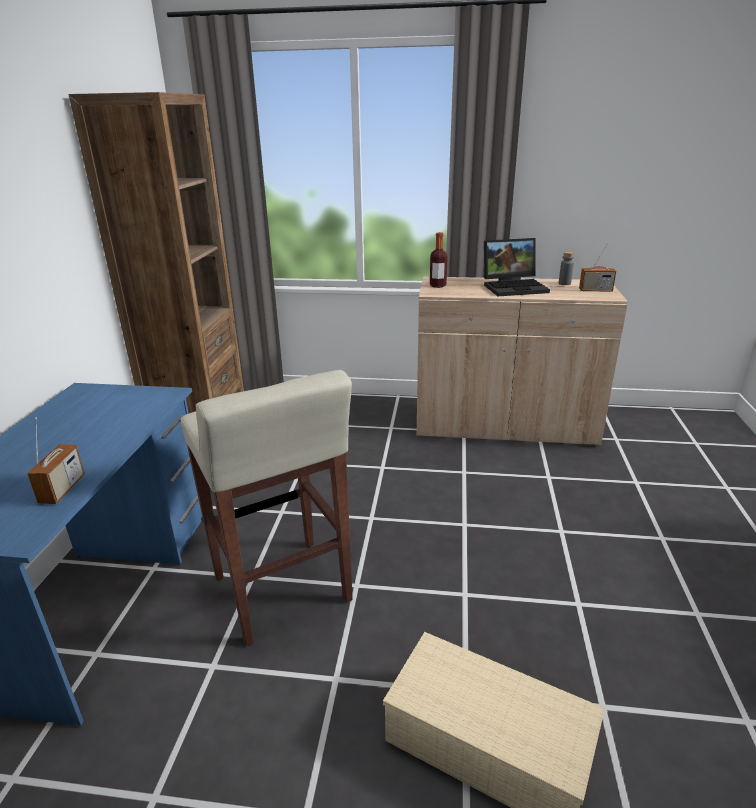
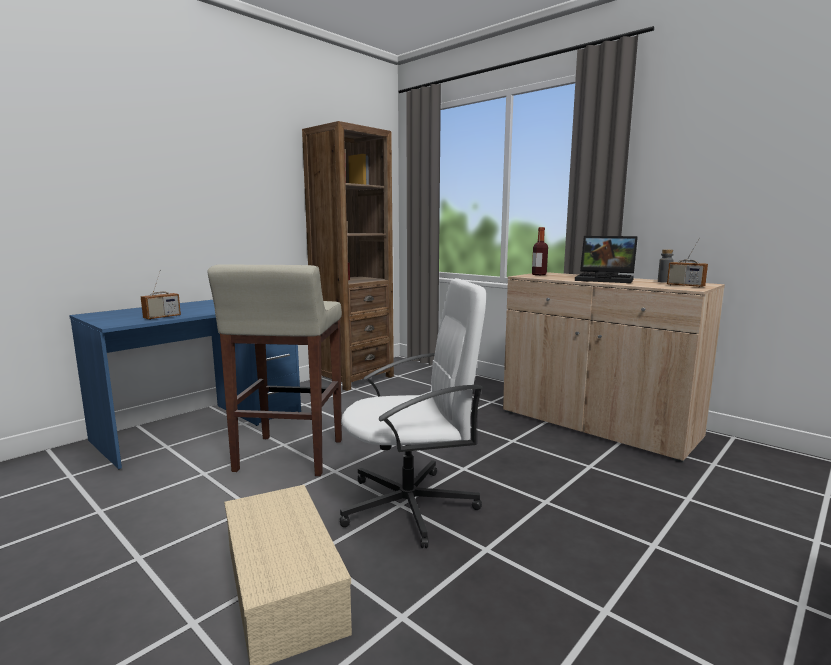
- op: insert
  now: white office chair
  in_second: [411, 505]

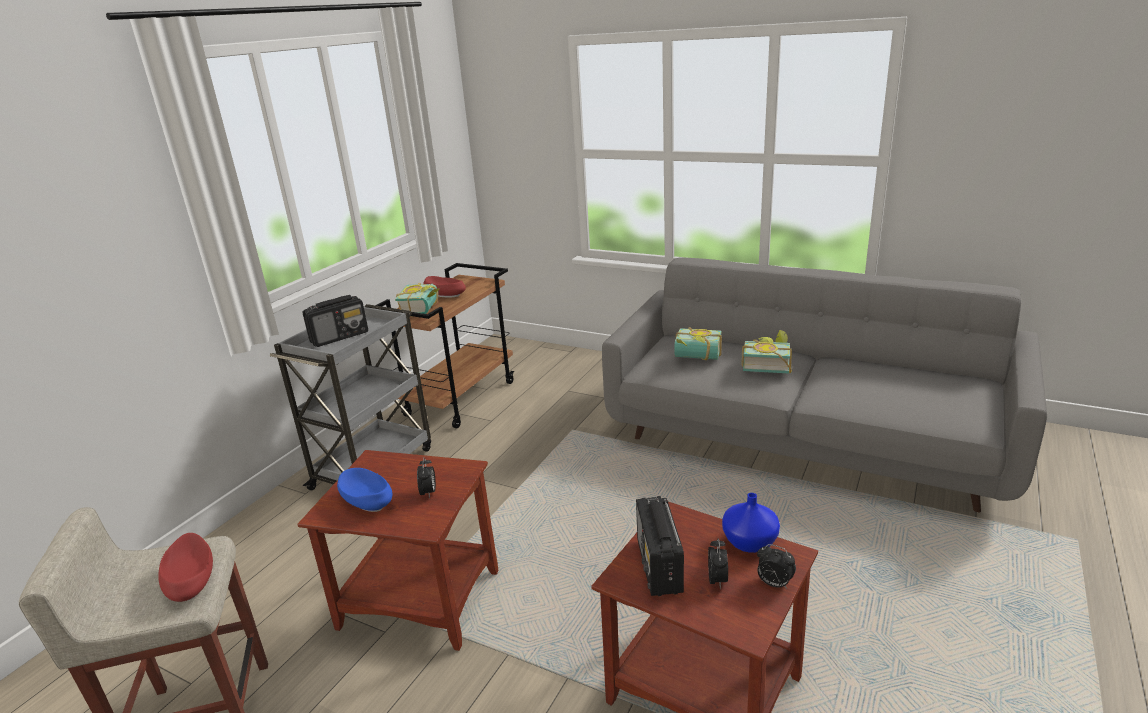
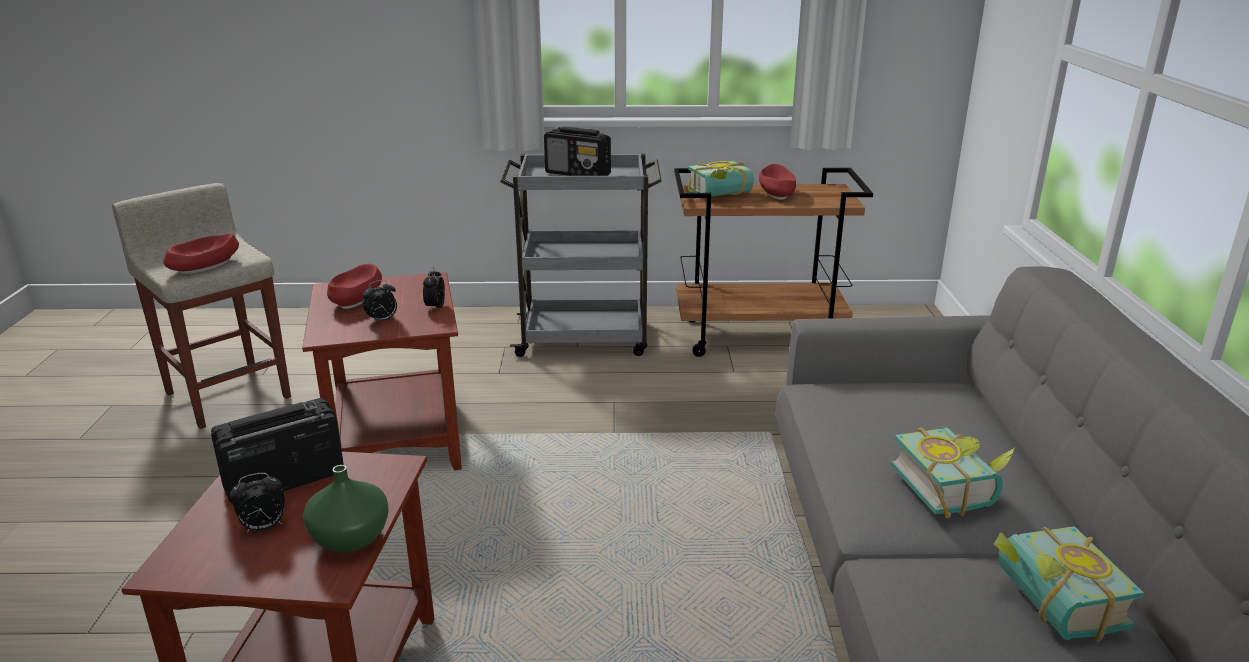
- op: move
  was: book
  in_first: [697, 357]
  in_second: [1048, 605]
- op: move
  was: alarm clock
  in_first: [774, 583]
  in_second: [435, 307]
- op: recolor
  was: blue bowl
  now: red bowl
  in_first: [367, 501]
  in_second: [357, 299]
- op: recolor
  was: blue vase
  now: green vase
  in_first: [748, 542]
  in_second: [349, 538]

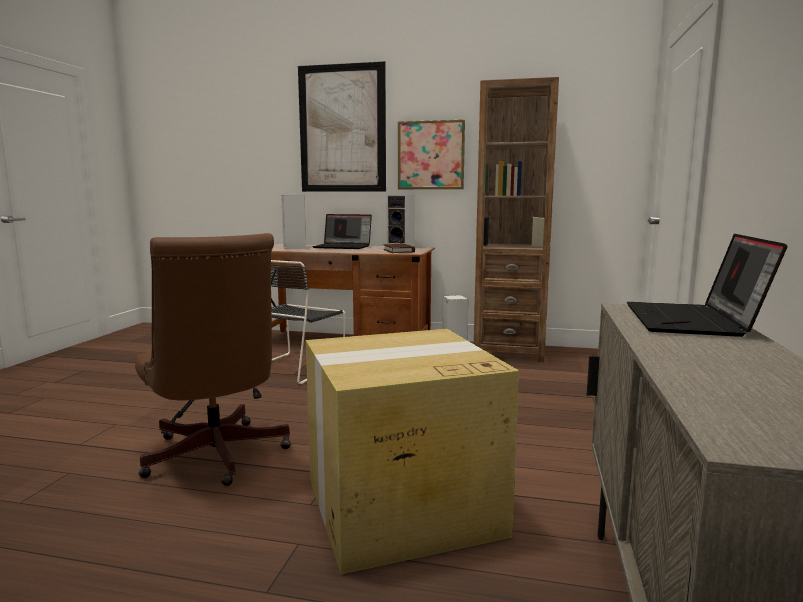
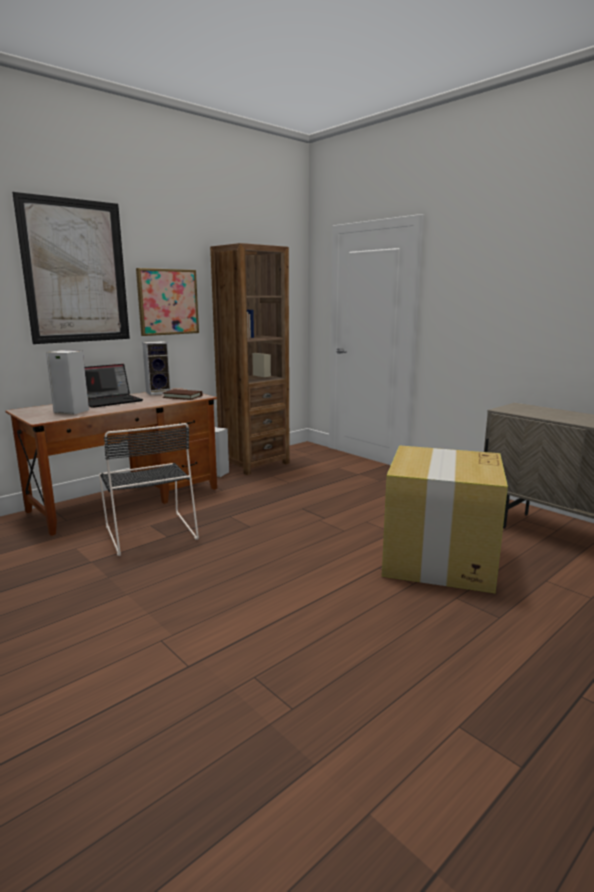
- op: delete
  was: brown office chair
  in_first: [216, 458]
- op: delete
  was: laptop
  in_first: [693, 321]

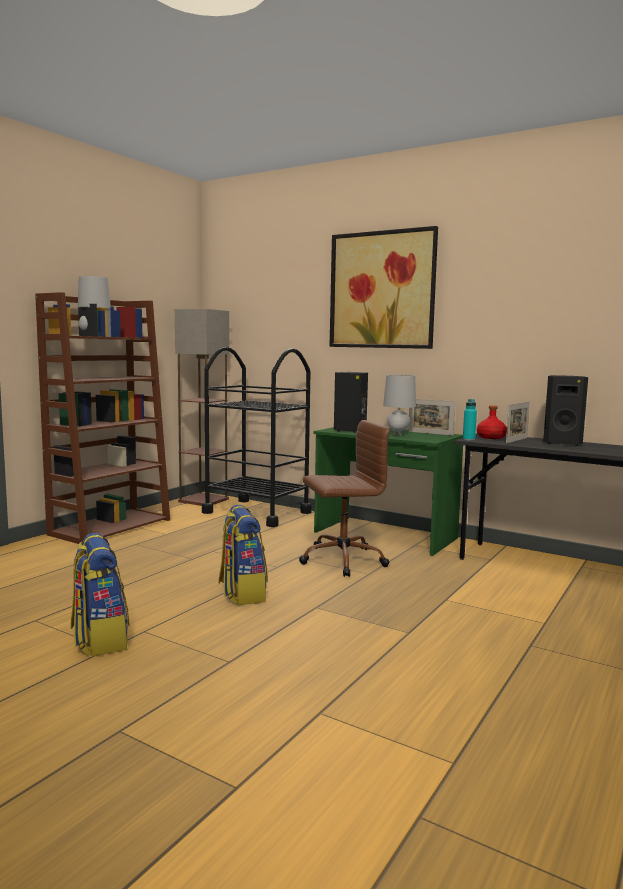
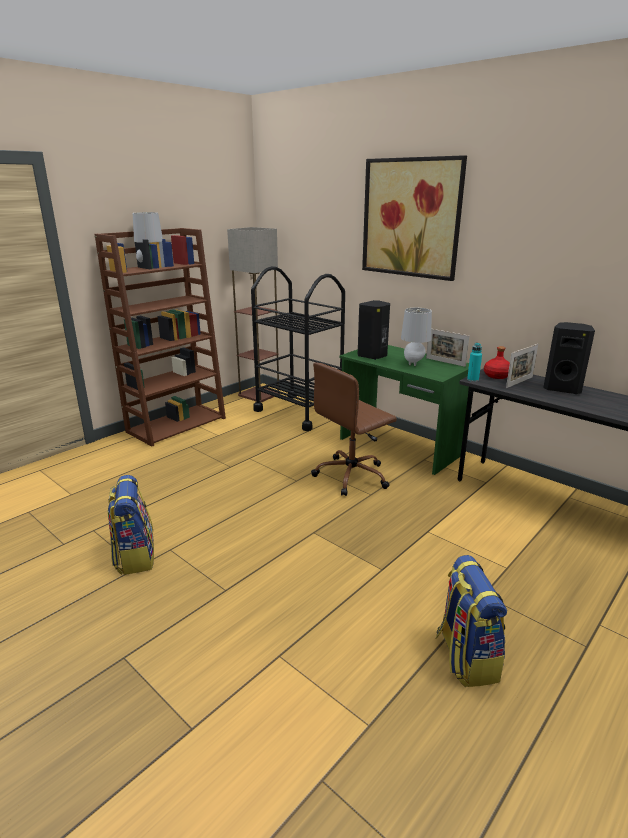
- op: move
  was: backpack
  in_first: [242, 593]
  in_second: [465, 657]
- op: rotate
  was: brown office chair
  in_first: [341, 560]
  in_second: [352, 476]
  clockwise: 150

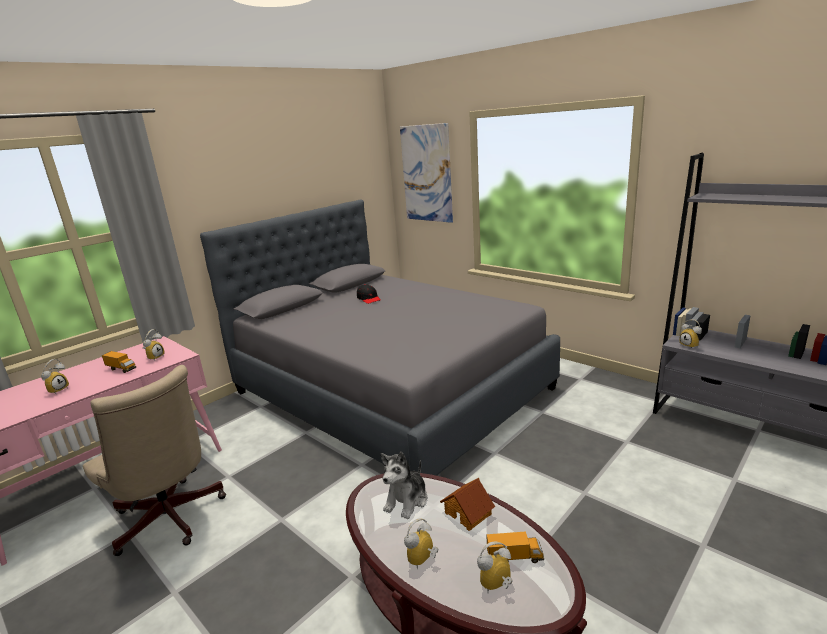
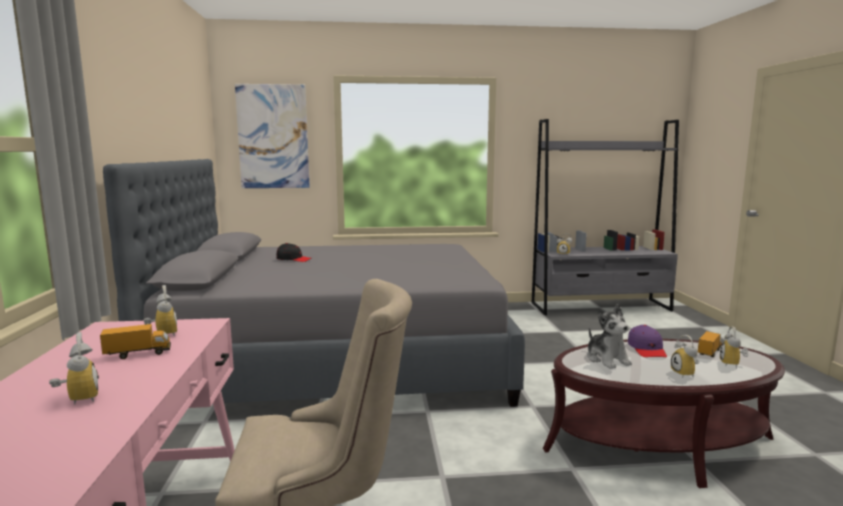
- op: replace
  was: toy house
  now: purple cap
  in_first: [468, 513]
  in_second: [647, 349]

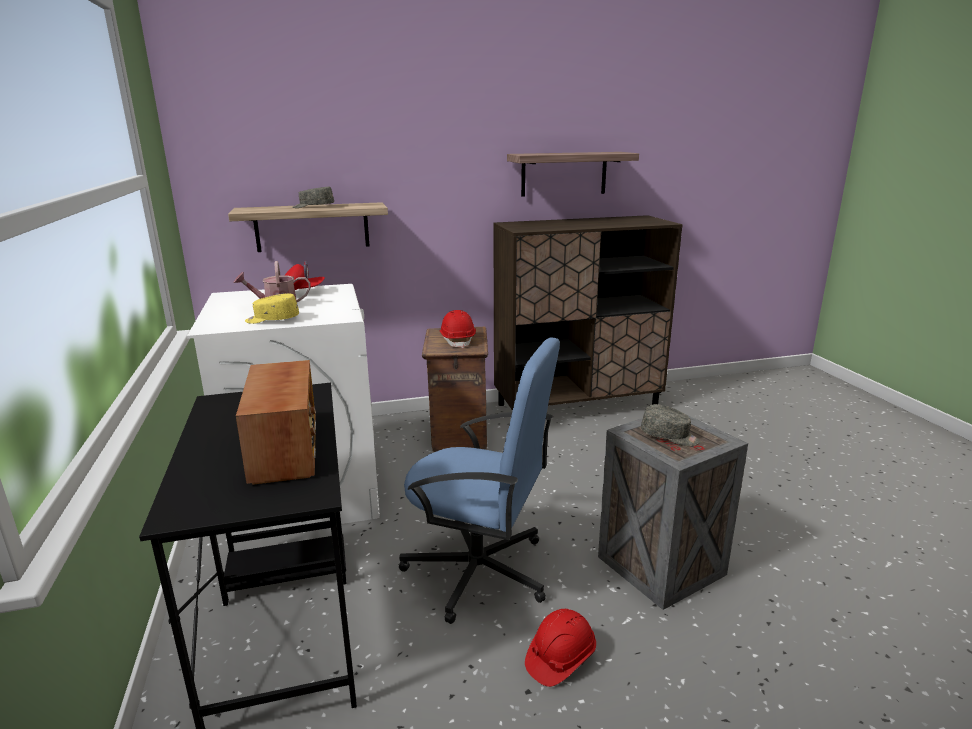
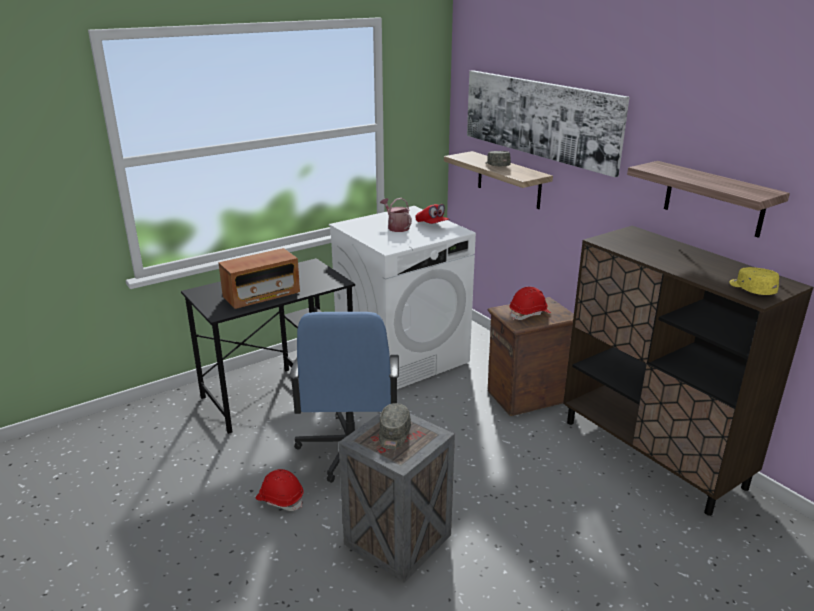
- op: insert
  now: picture
  in_second: [539, 118]
- op: move
  was: yellow cap
  in_first: [272, 320]
  in_second: [751, 289]

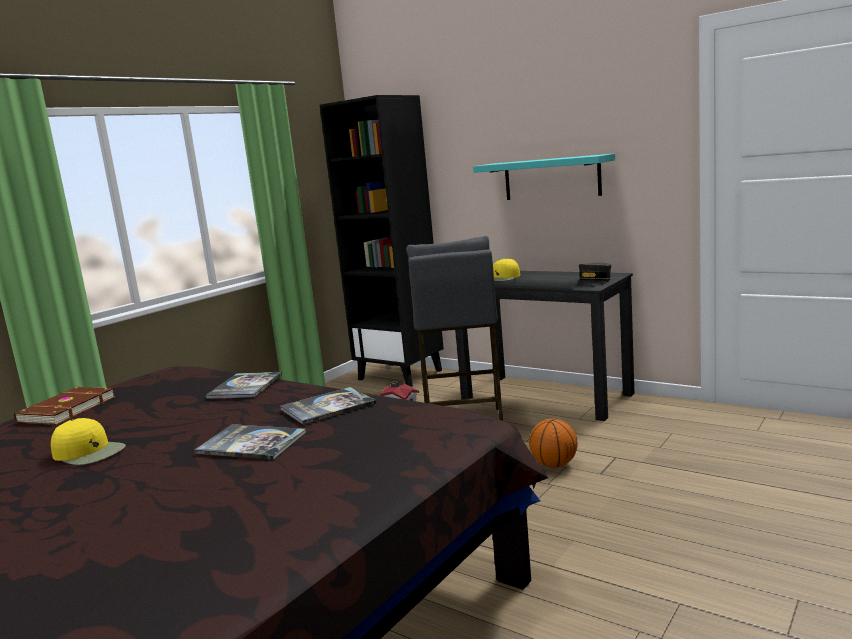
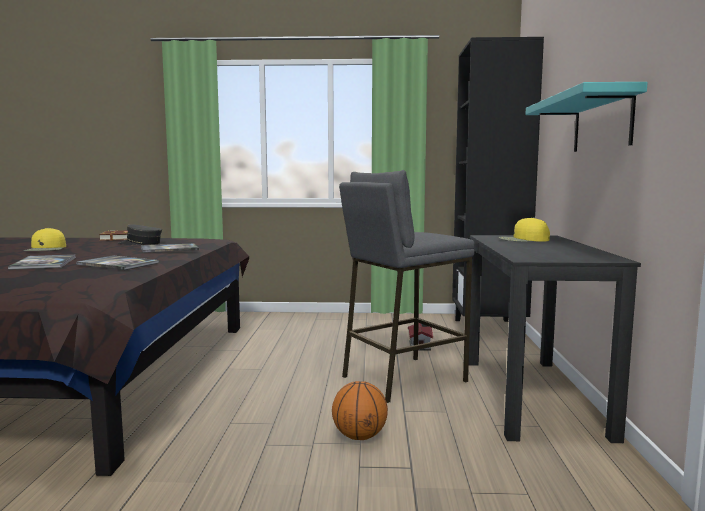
- op: move
  was: grey cap
  in_first: [593, 282]
  in_second: [141, 243]

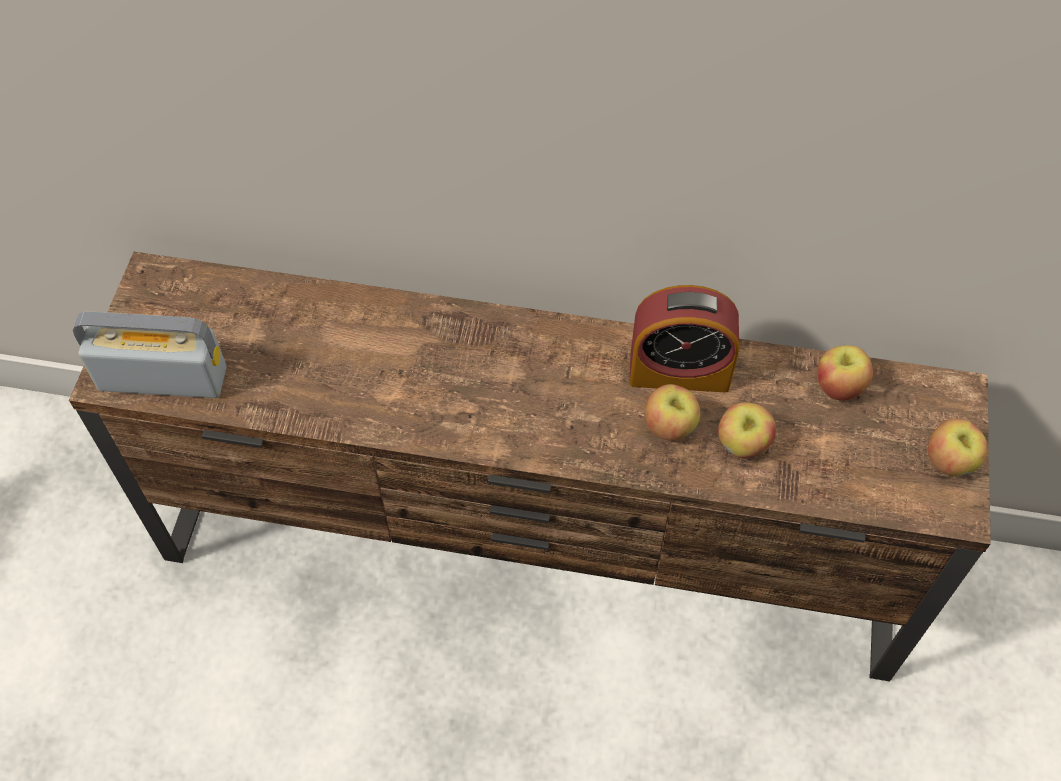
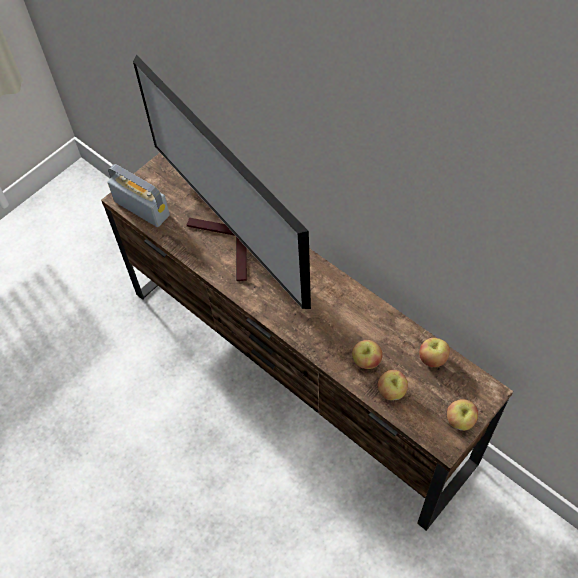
- op: delete
  was: alarm clock
  in_first: [679, 371]
- op: insert
  now: television
  in_second: [231, 243]
- op: move
  was: apple
  in_first: [670, 426]
  in_second: [391, 391]

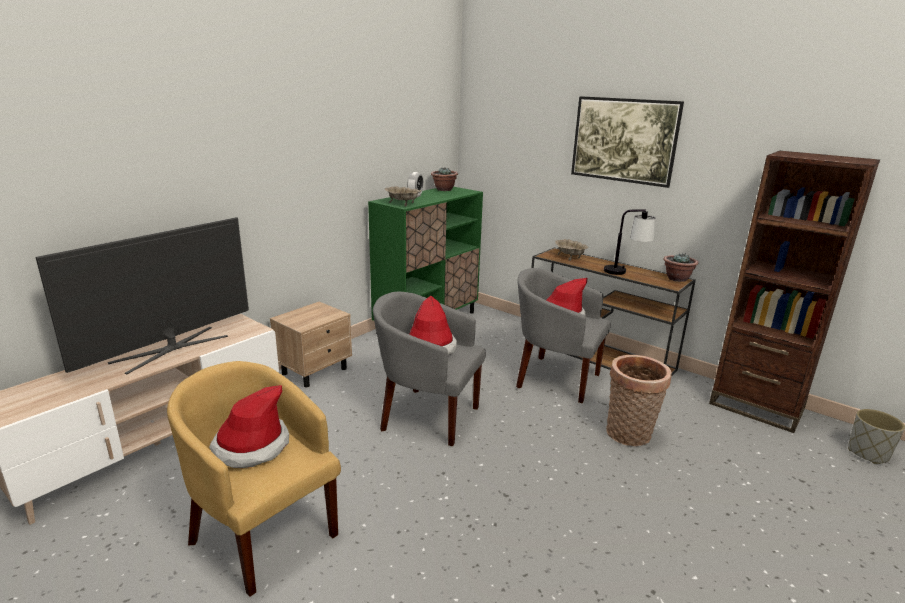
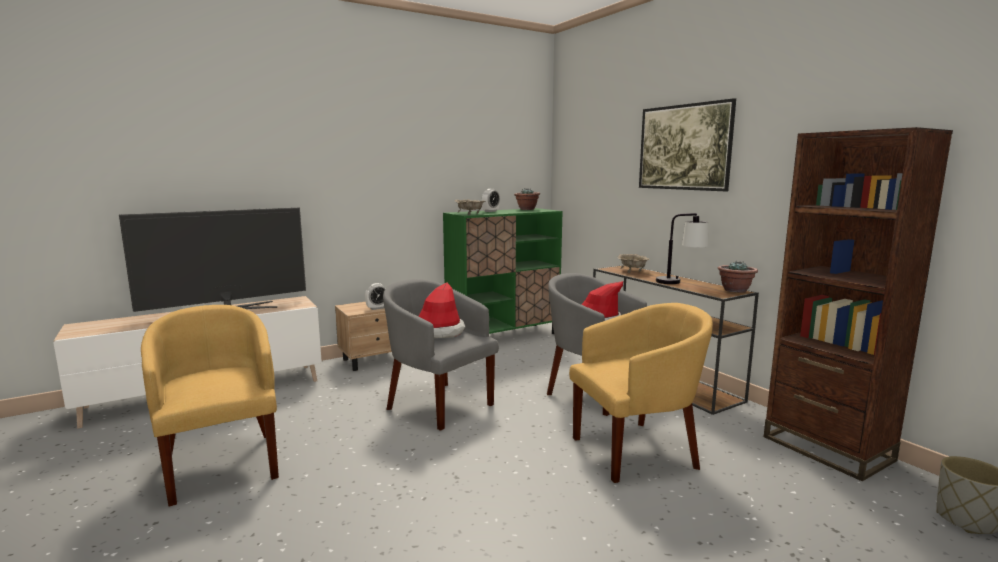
- op: delete
  was: hat
  in_first: [251, 446]
- op: insert
  now: alarm clock
  in_second: [377, 308]
- op: replace
  was: basket
  now: yellow armchair
  in_first: [629, 435]
  in_second: [637, 450]

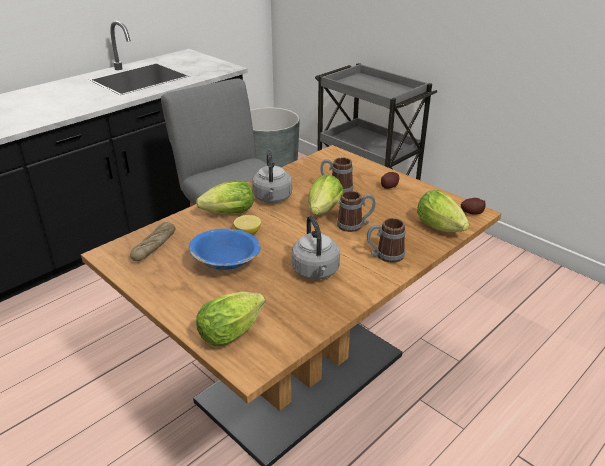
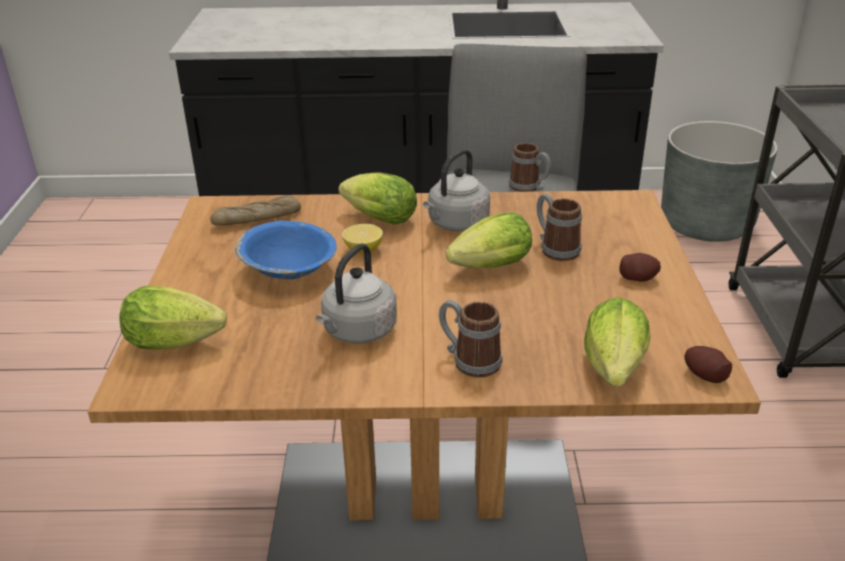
- op: move
  was: mug
  in_first: [355, 225]
  in_second: [529, 188]

